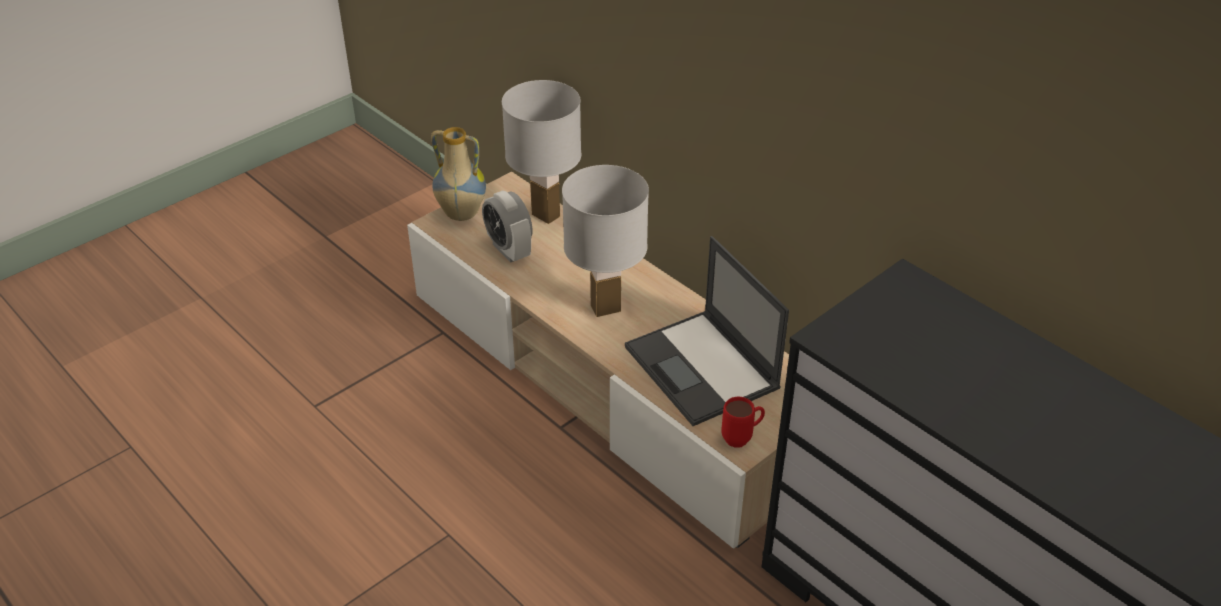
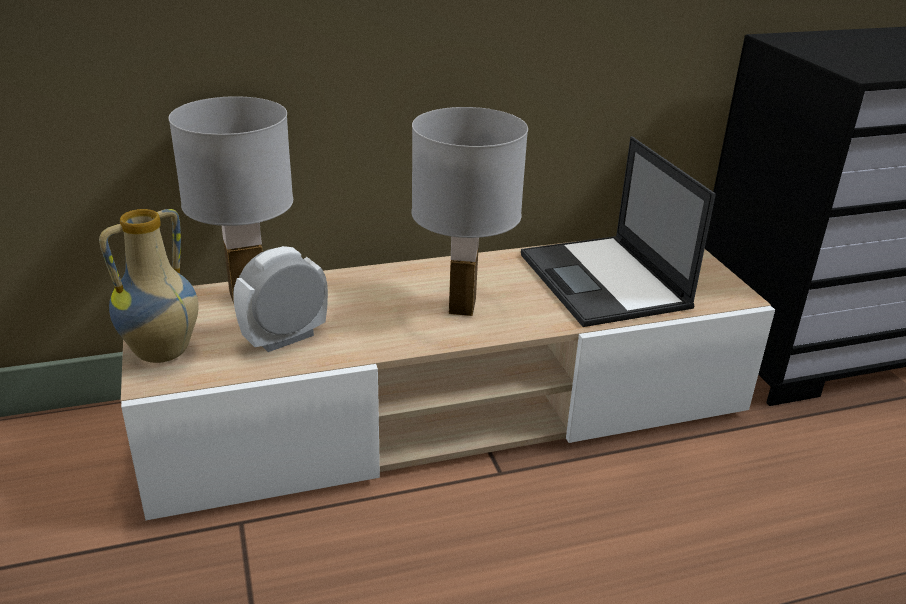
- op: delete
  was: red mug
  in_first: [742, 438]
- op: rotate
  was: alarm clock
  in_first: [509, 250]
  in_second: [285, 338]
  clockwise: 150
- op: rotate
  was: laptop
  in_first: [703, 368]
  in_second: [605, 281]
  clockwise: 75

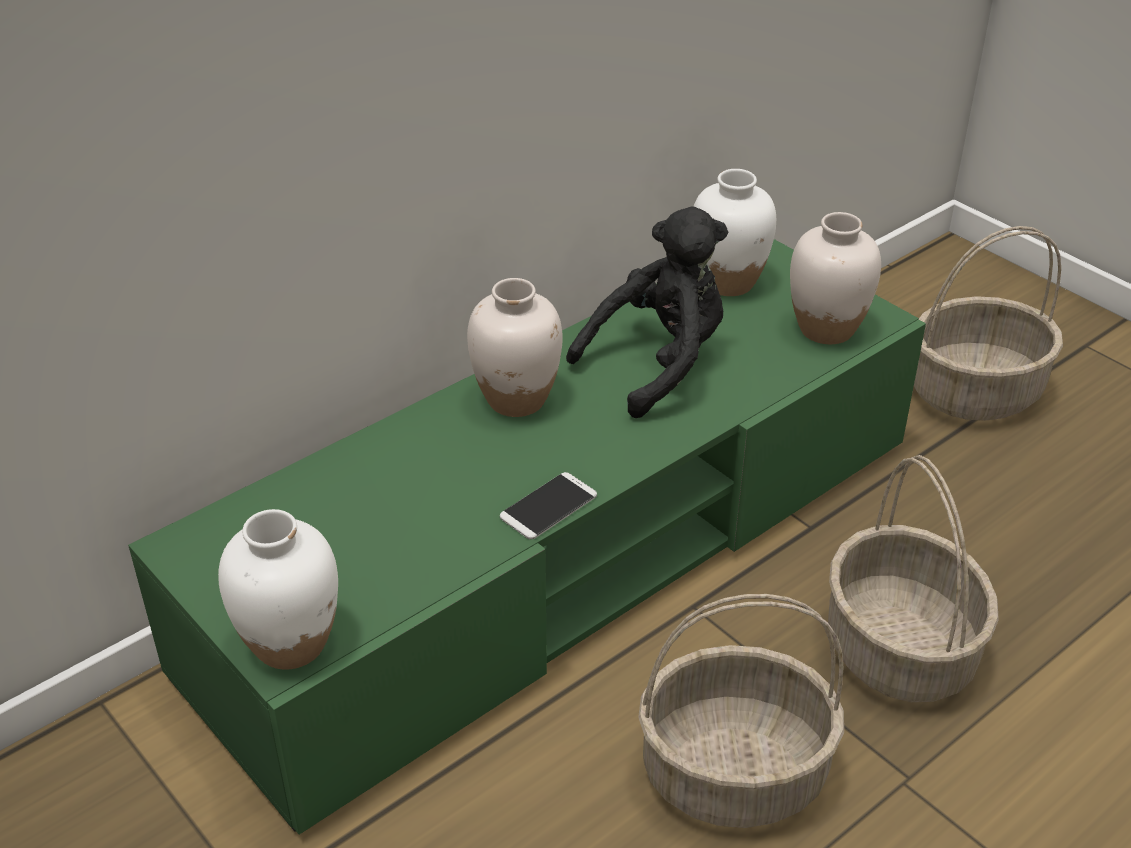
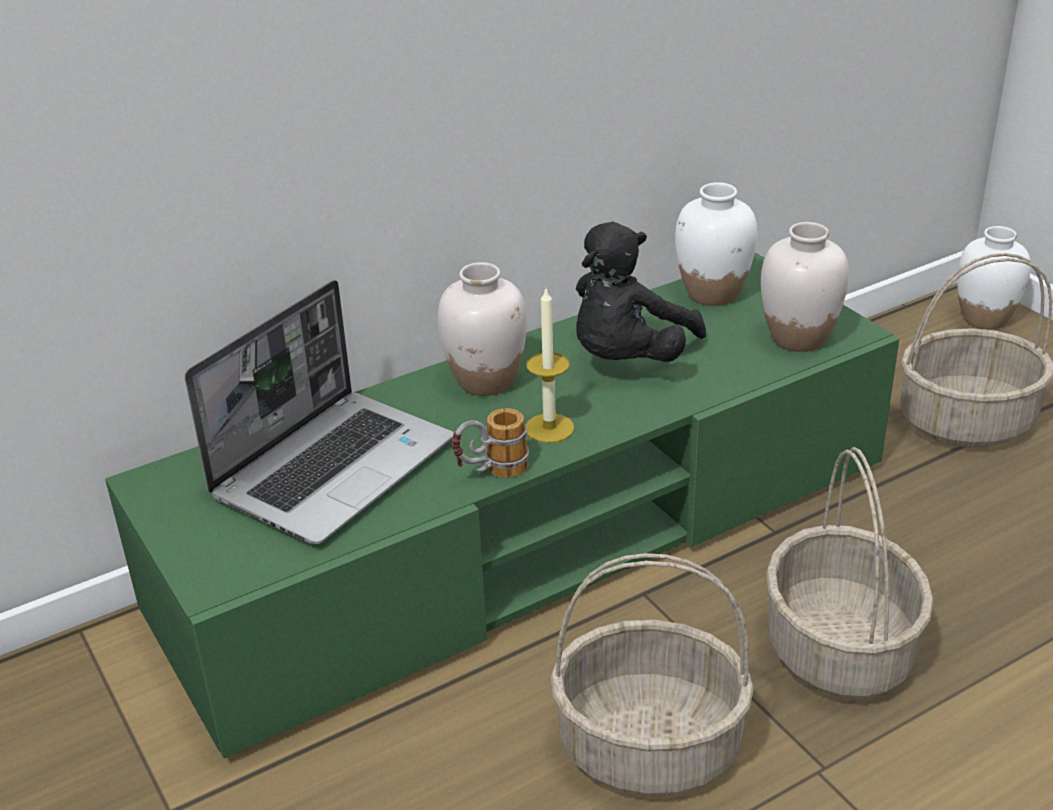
- op: insert
  now: laptop
  in_second: [334, 467]
- op: insert
  now: candle
  in_second: [549, 428]
- op: move
  was: white vase
  in_first: [290, 643]
  in_second: [984, 319]
- op: replace
  was: phone
  now: mug
  in_first: [548, 507]
  in_second: [491, 473]
- op: rotate
  was: black plush toy
  in_first: [658, 363]
  in_second: [628, 359]
  clockwise: 150

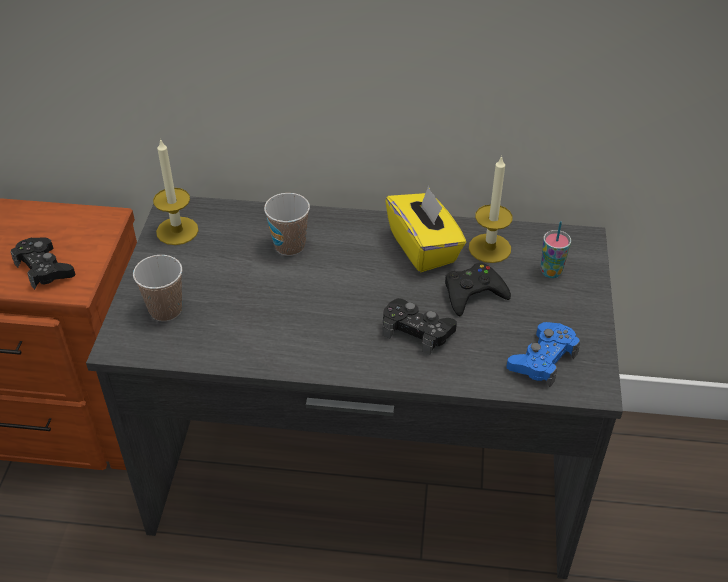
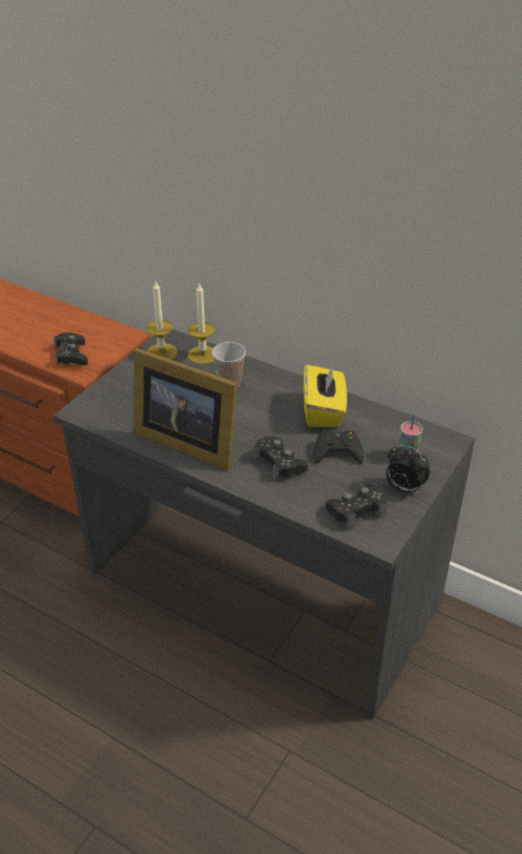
- op: delete
  was: cup
  in_first: [165, 310]
- op: insert
  now: picture frame
  in_second: [185, 440]
- op: insert
  now: alarm clock
  in_second: [404, 488]
- op: move
  was: candle
  in_first: [489, 248]
  in_second: [203, 355]
- op: recolor
  was: blue game controller
  now: black game controller
  in_first: [542, 359]
  in_second: [357, 510]

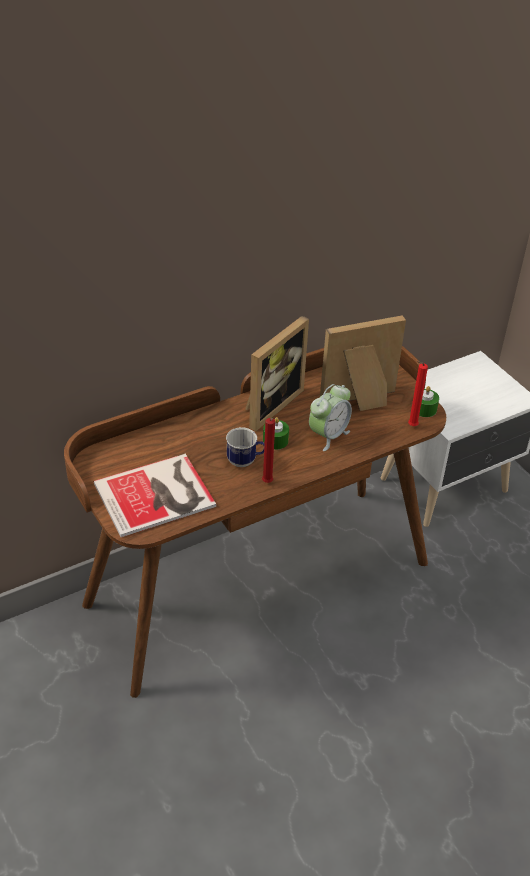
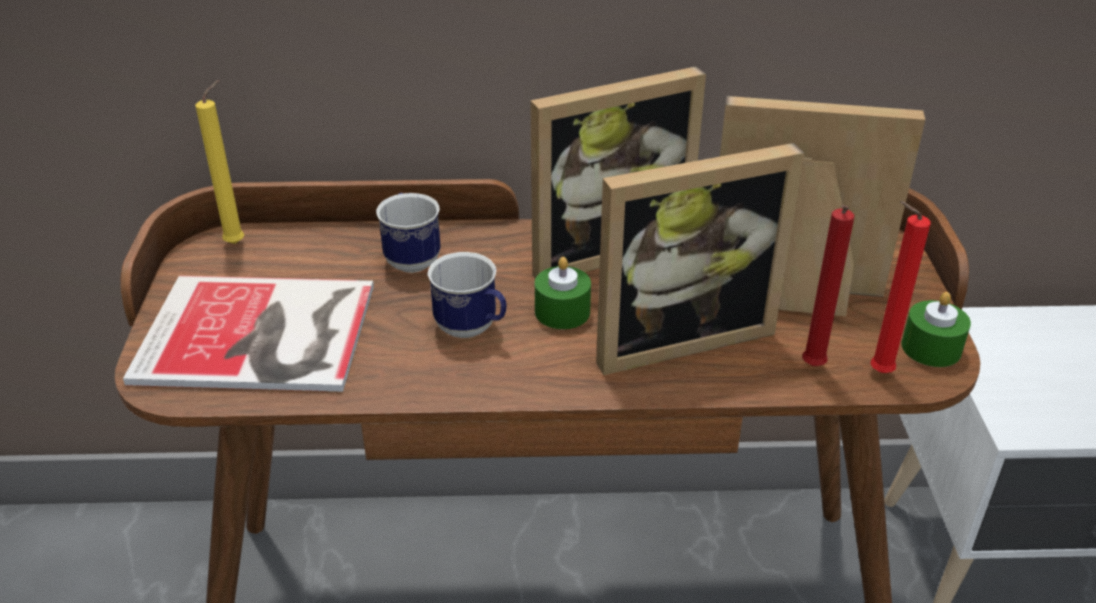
- op: insert
  now: yellow candle
  in_second: [238, 242]
- op: insert
  now: mug
  in_second: [411, 257]
- op: move
  was: red candle
  in_first: [267, 483]
  in_second: [811, 368]
- op: replace
  was: alarm clock
  now: picture frame
  in_first: [328, 435]
  in_second: [677, 335]

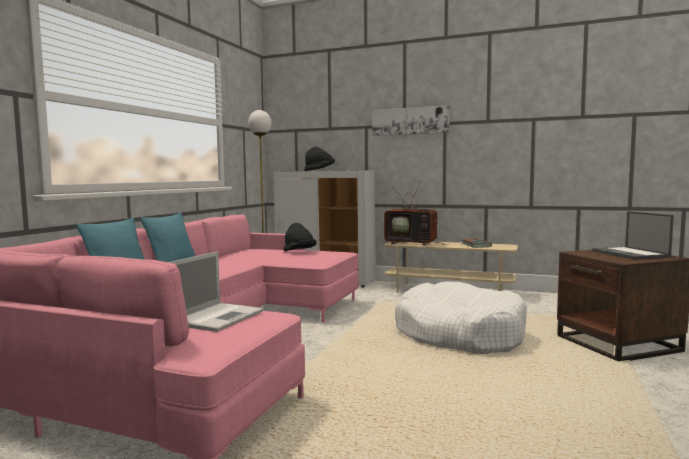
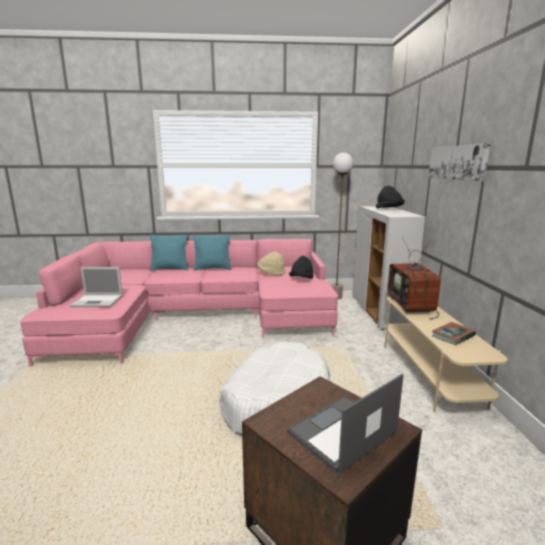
- op: insert
  now: beige hat
  in_second: [270, 273]

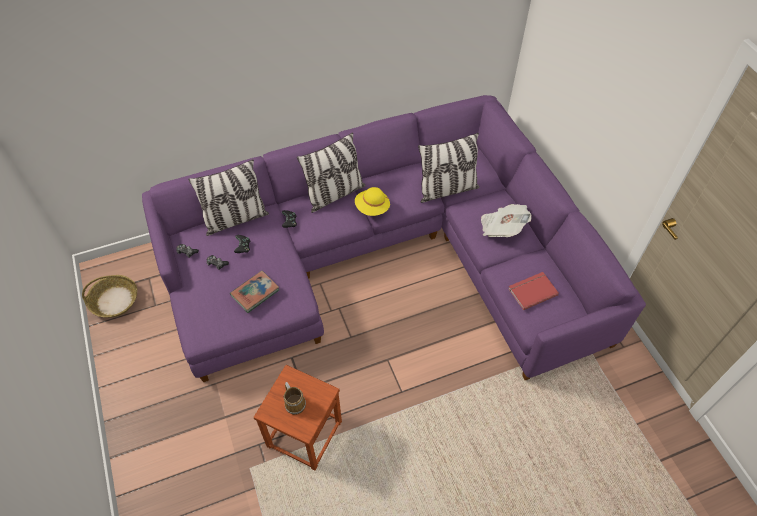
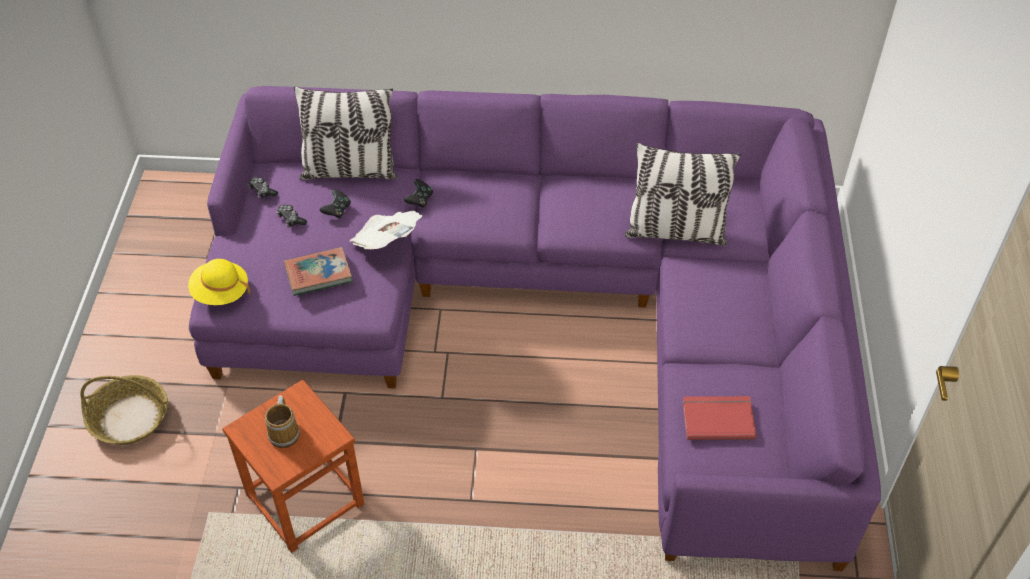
- op: delete
  was: pillow
  in_first: [334, 194]
- op: move
  was: basket
  in_first: [115, 300]
  in_second: [130, 418]
- op: move
  was: yellow hat
  in_first: [372, 208]
  in_second: [220, 292]
- op: move
  was: newspaper
  in_first: [502, 228]
  in_second: [387, 241]

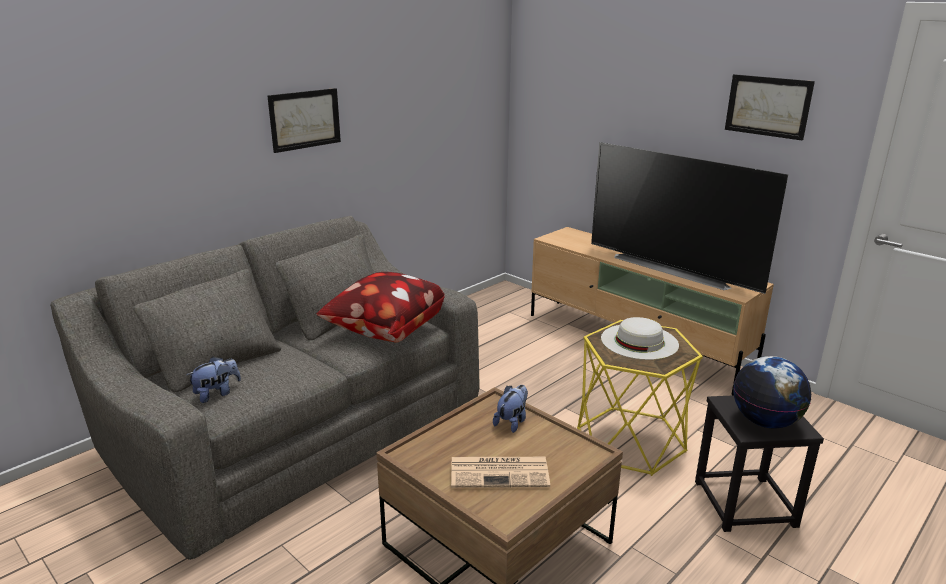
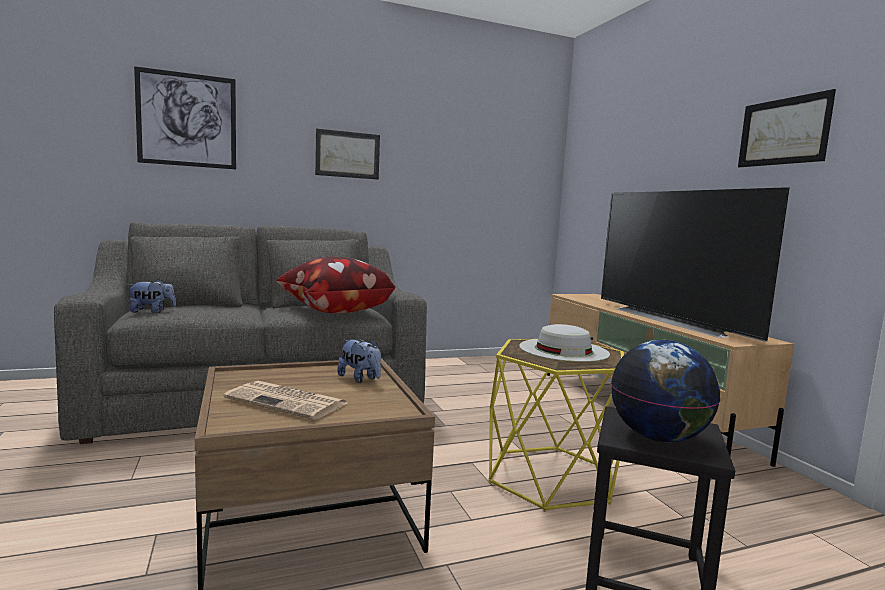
- op: insert
  now: picture
  in_second: [187, 120]
- op: rotate
  was: plush toy
  in_first: [512, 422]
  in_second: [360, 379]
  clockwise: 75

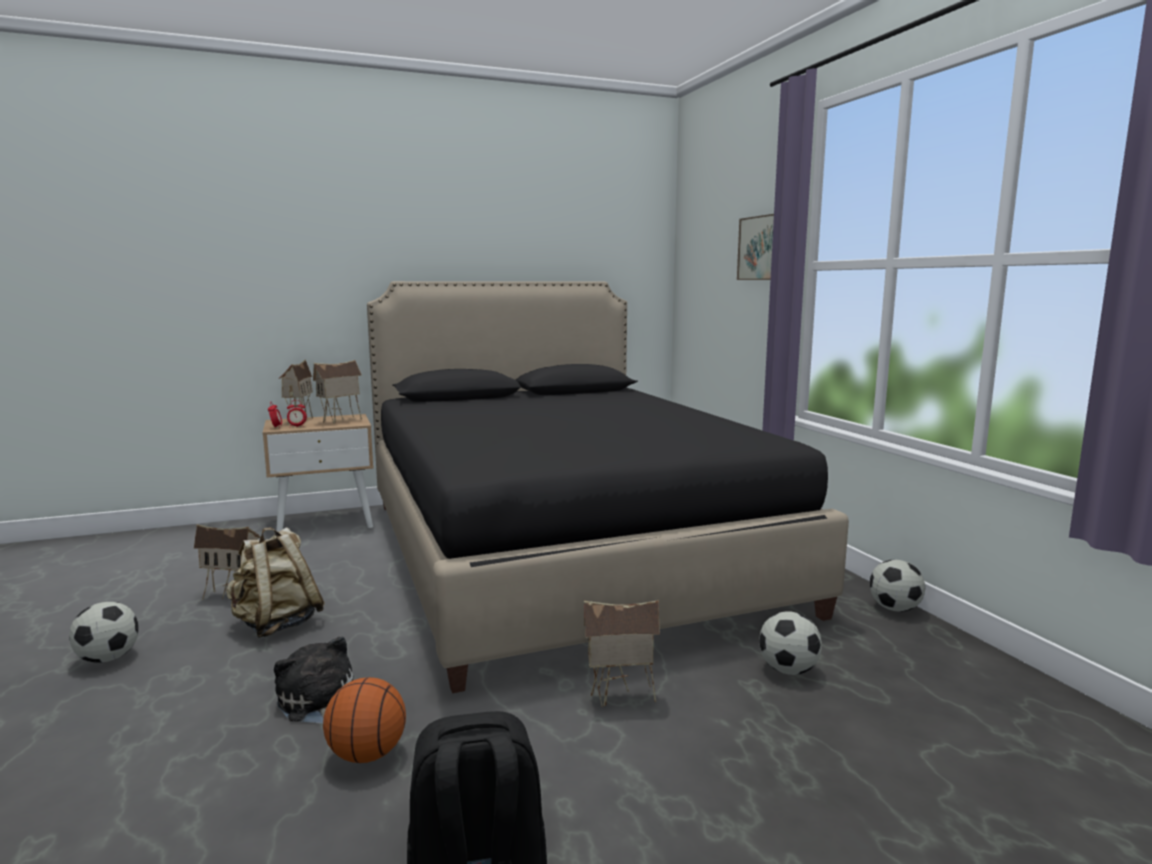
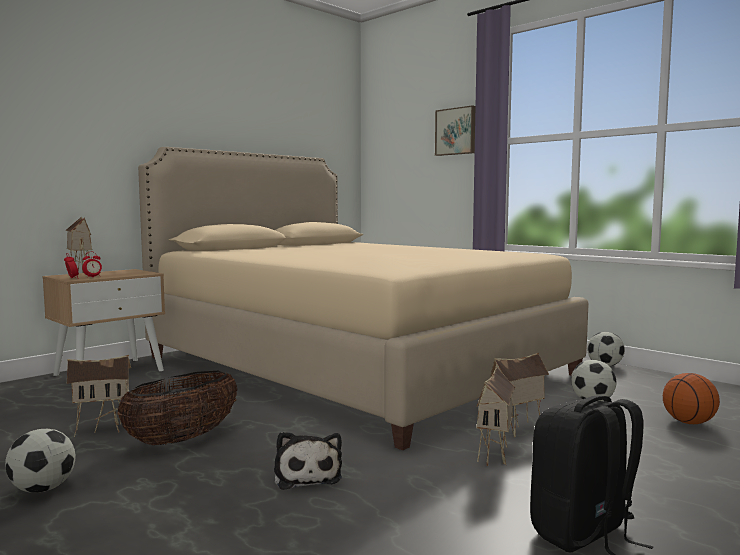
- op: move
  was: toy house
  in_first: [341, 420]
  in_second: [496, 456]
- op: move
  was: basketball
  in_first: [367, 755]
  in_second: [689, 422]
- op: replace
  was: beige backpack
  now: basket
  in_first: [276, 624]
  in_second: [182, 439]
- op: recolor
  was: black bed
  now: beige bed
  in_first: [562, 552]
  in_second: [353, 366]
- op: rotate
  was: plush toy
  in_first: [319, 703]
  in_second: [307, 475]
  clockwise: -135

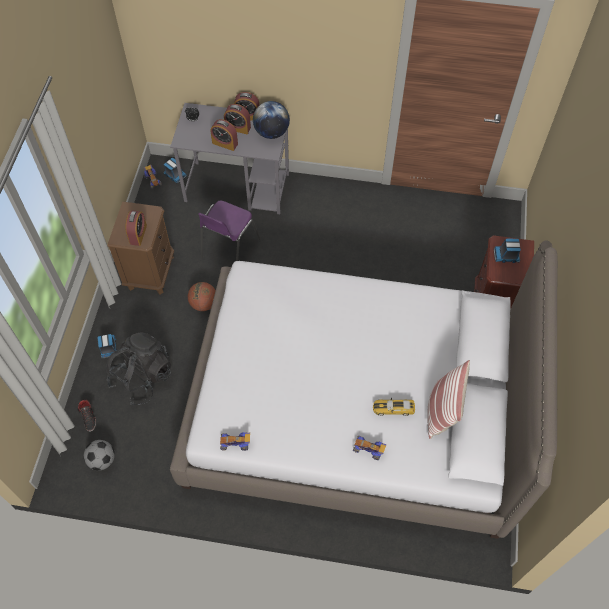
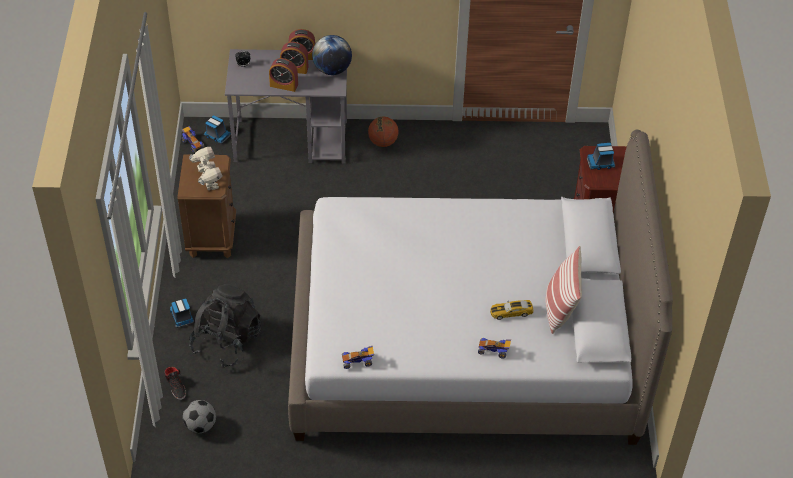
- op: delete
  was: purple chair
  in_first: [229, 249]
- op: move
  was: basketball
  in_first: [203, 304]
  in_second: [383, 142]
- op: replace
  was: alarm clock
  now: toy robot
  in_first: [138, 234]
  in_second: [208, 184]

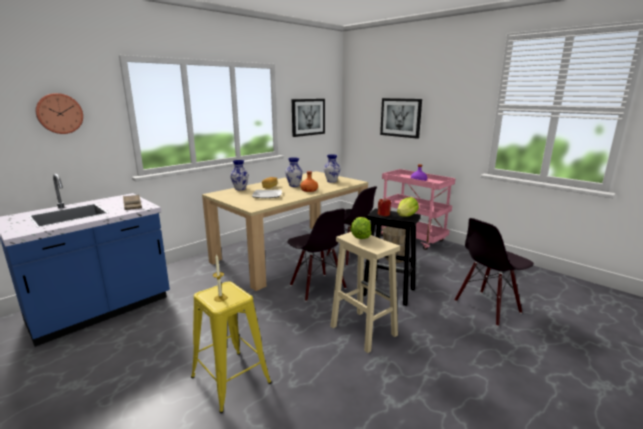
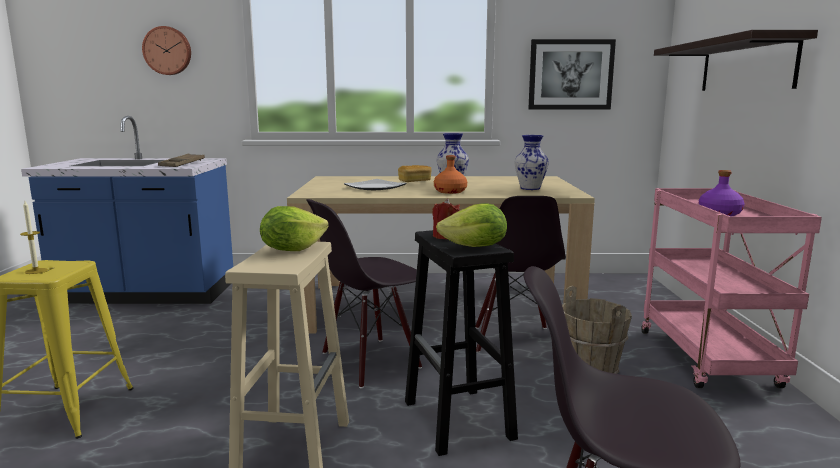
- op: delete
  was: vase
  in_first: [240, 189]
- op: replace
  was: picture
  now: shelf
  in_first: [400, 117]
  in_second: [746, 65]
- op: rotate
  was: black chair
  in_first: [317, 287]
  in_second: [370, 361]
  clockwise: 45

